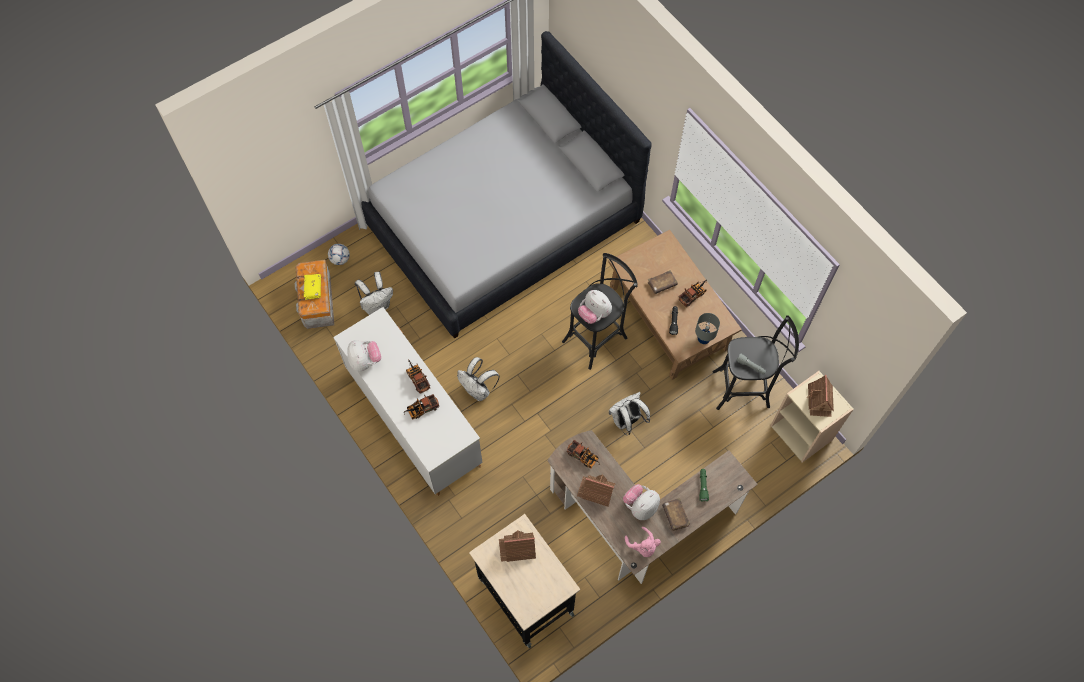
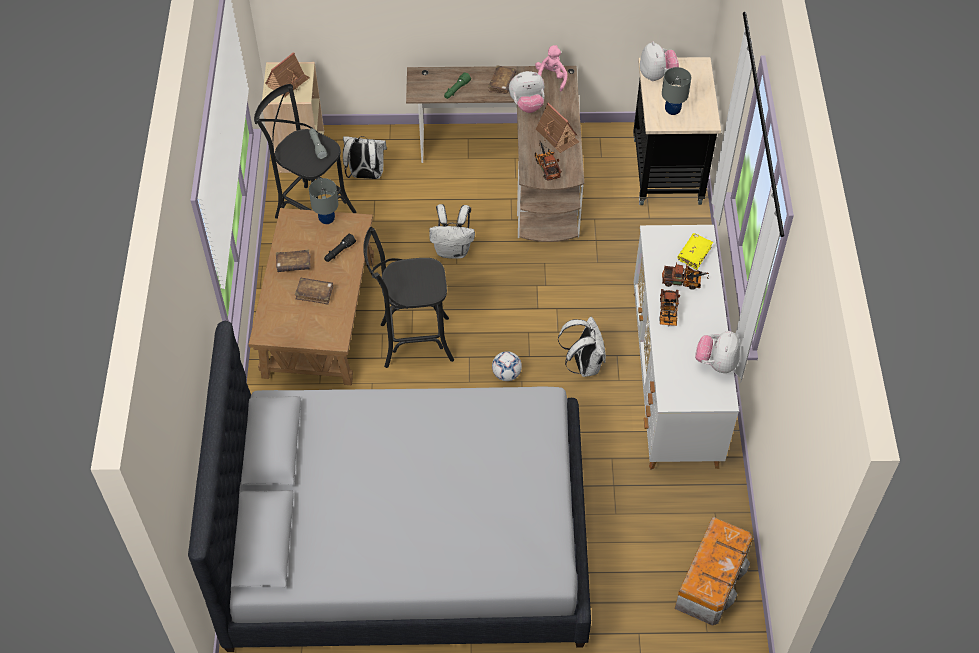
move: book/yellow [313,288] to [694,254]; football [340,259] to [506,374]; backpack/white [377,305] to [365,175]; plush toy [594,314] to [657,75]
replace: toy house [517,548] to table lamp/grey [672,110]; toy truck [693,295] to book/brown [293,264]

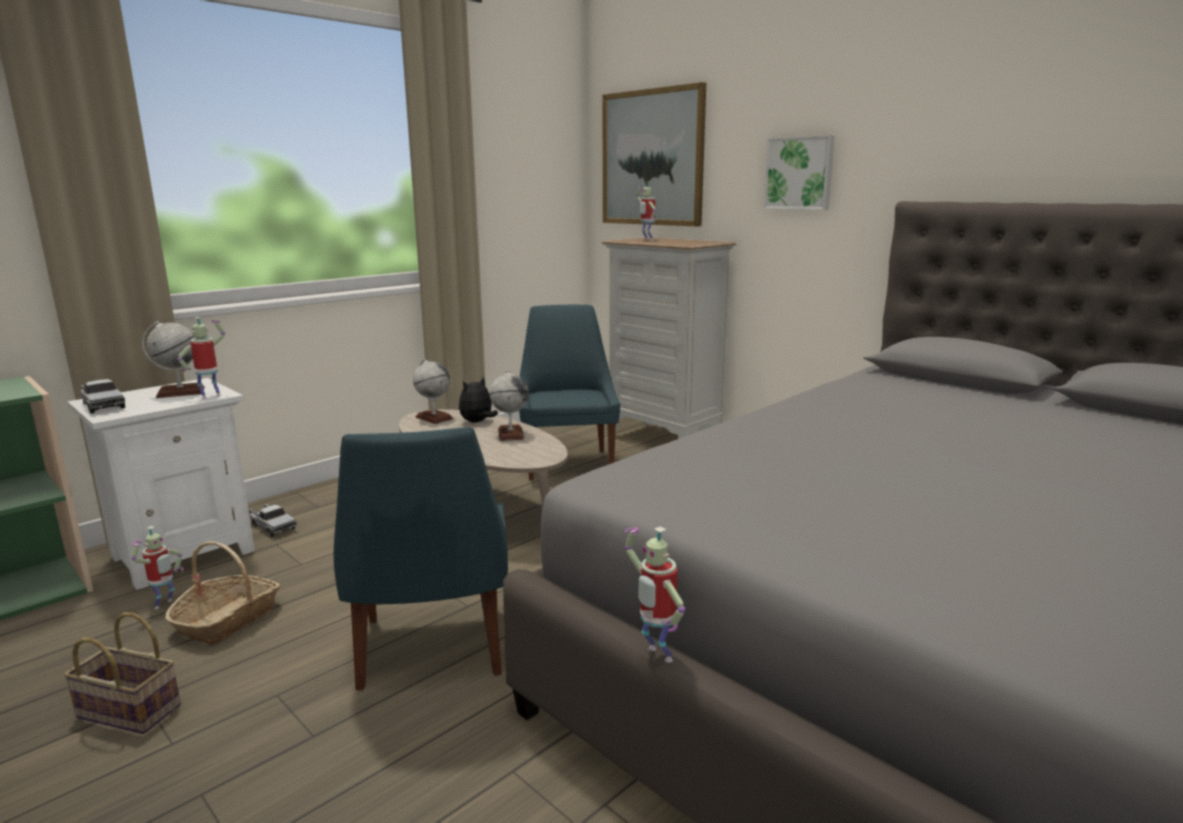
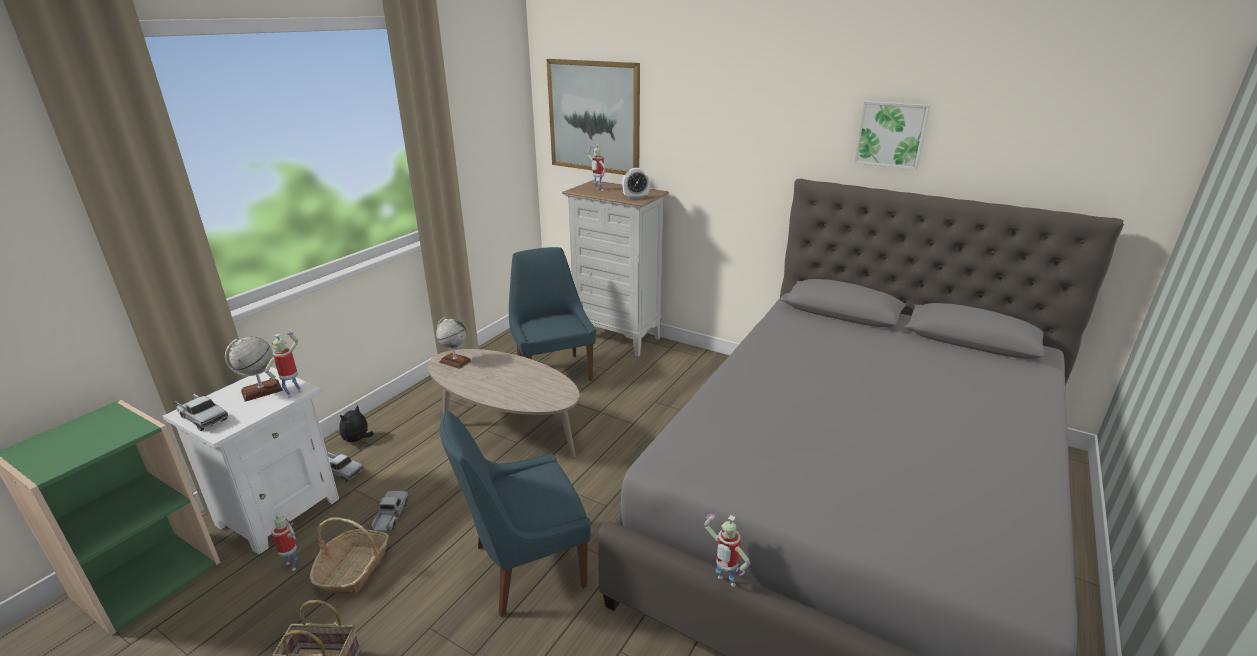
delete: globe [510,434]
insert: toy truck [390,516]; alarm clock [635,197]
move: plush toy [477,422] to [357,440]; picture [799,173] to [891,134]
rotate: toy robot [165,605] = [293,565] 60 degrees counterclockwise; chair/blue [431,650] = [525,567] 90 degrees clockwise

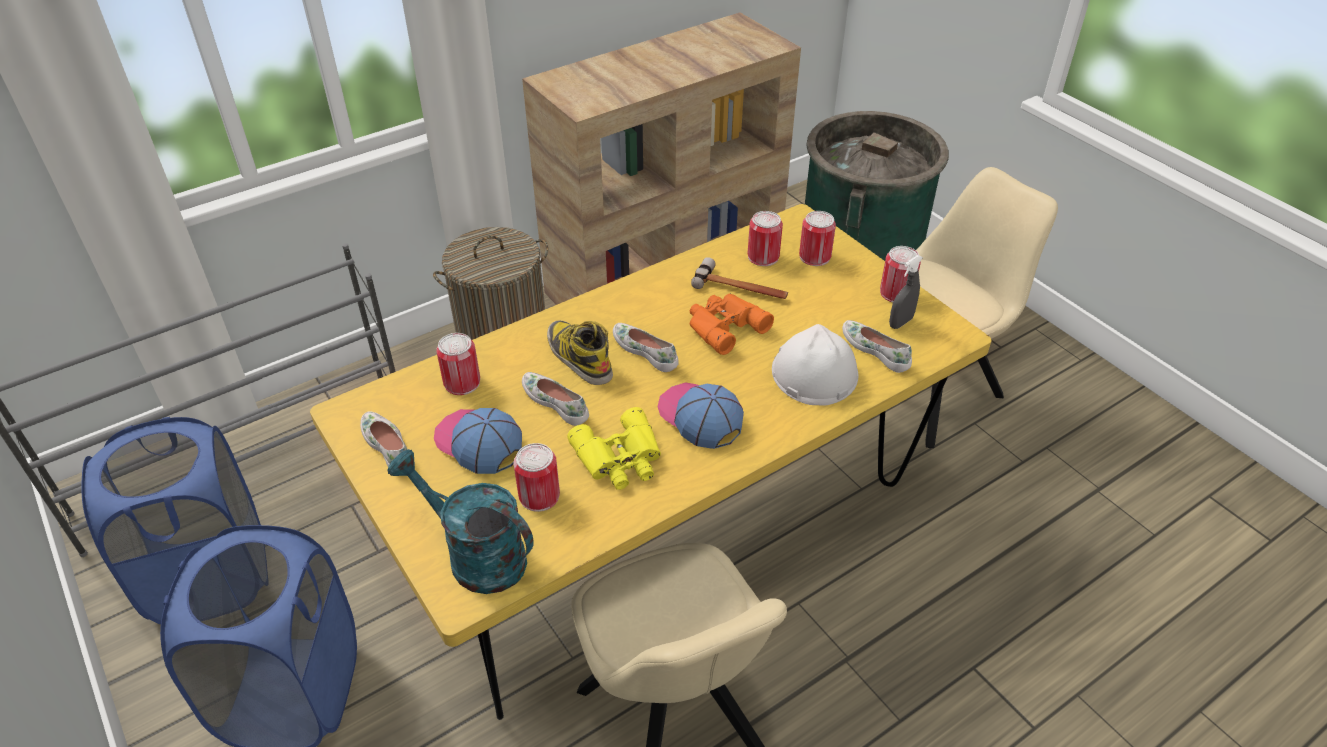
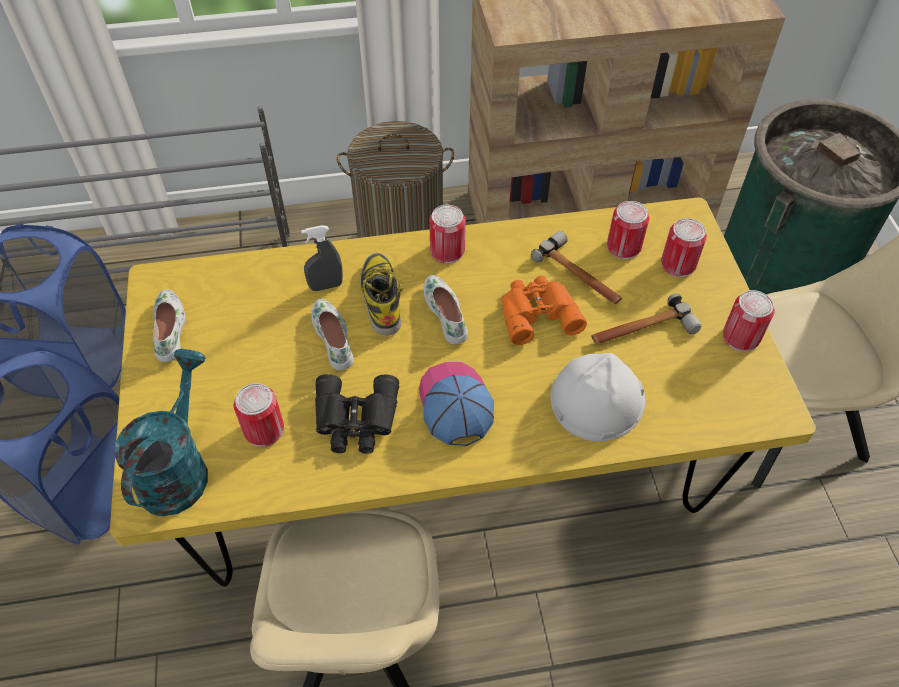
delete: cap [478,443]; shoe/white [876,350]
insert: hammer [641,330]
move: can [462,382] to [447,251]; spray bottle/grey [900,322] to [326,286]
recolor: binoculars/yellow [620,459] to binoculars/black [356,420]
rotate: watering can/turquoise [475,555] = [178,467] 45 degrees clockwise

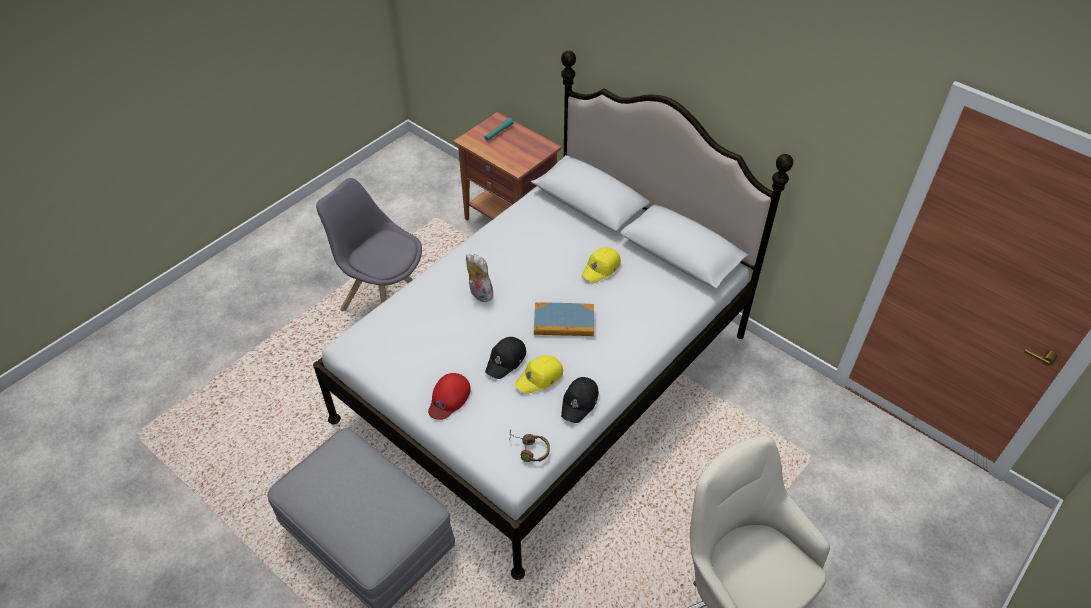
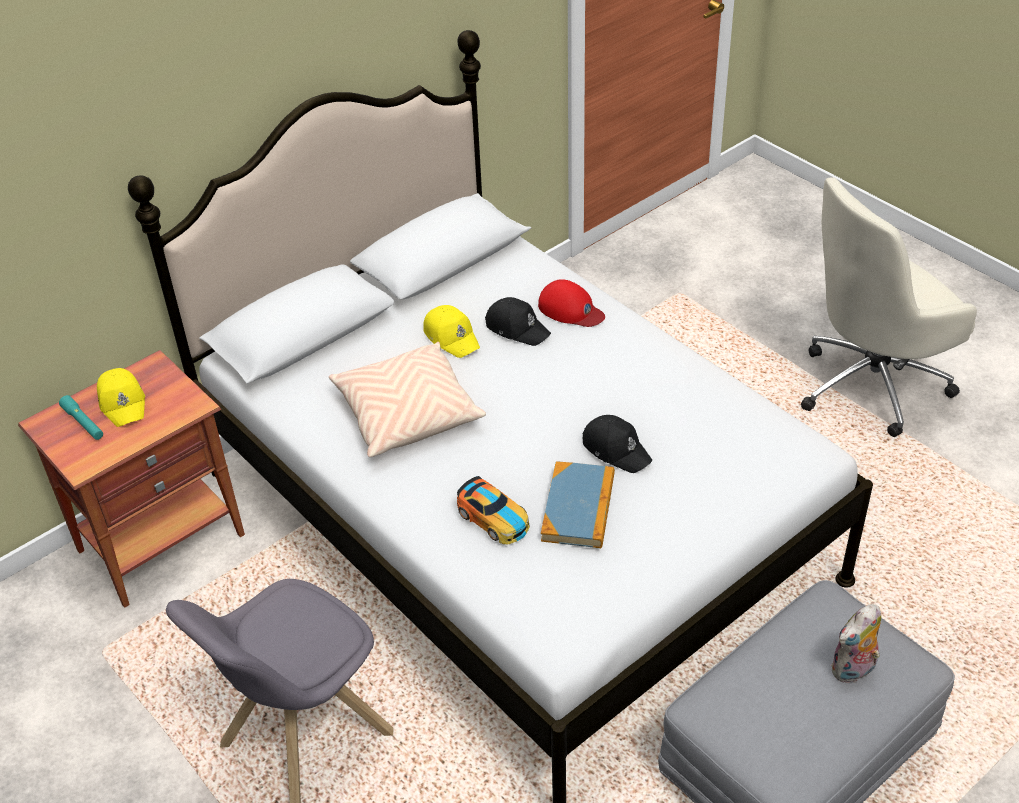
delete: headphones/brown [529,449]
insert: pillow/beige [407,413]; toy car [494,518]
move: cap/red [449,398] to [570,309]; plush toy [479,294] to [853,671]; cap/yellow [540,378] to [123,402]; book [564,322] to [578,508]; cap/black [580,402] to [517,328]

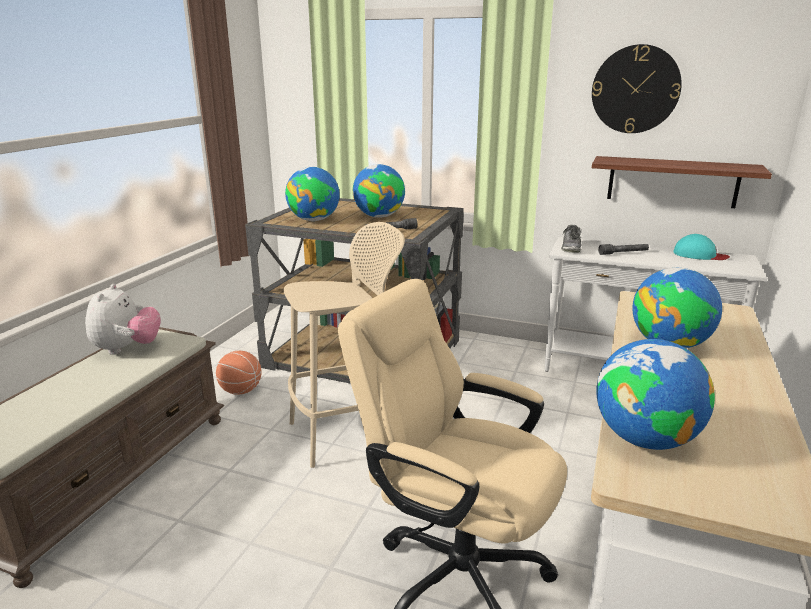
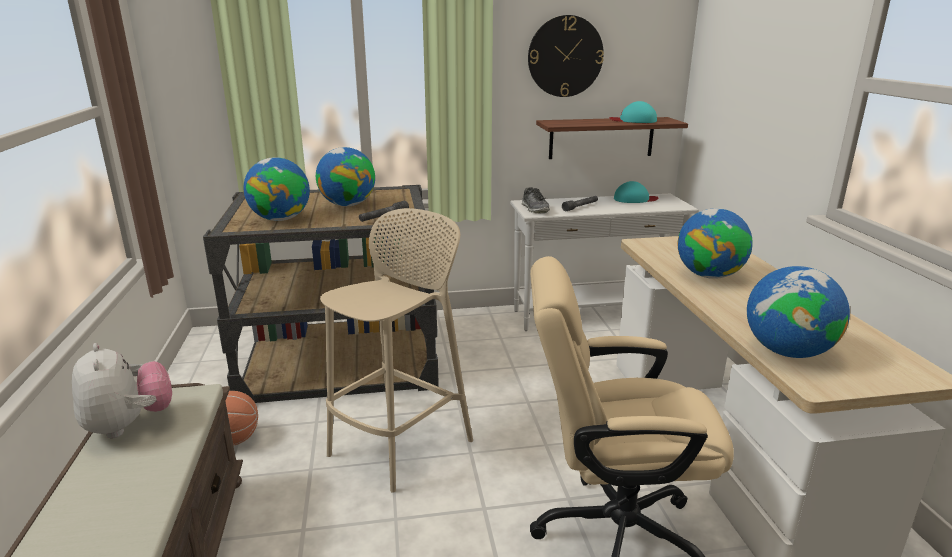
insert: cap/turquoise [633,120]

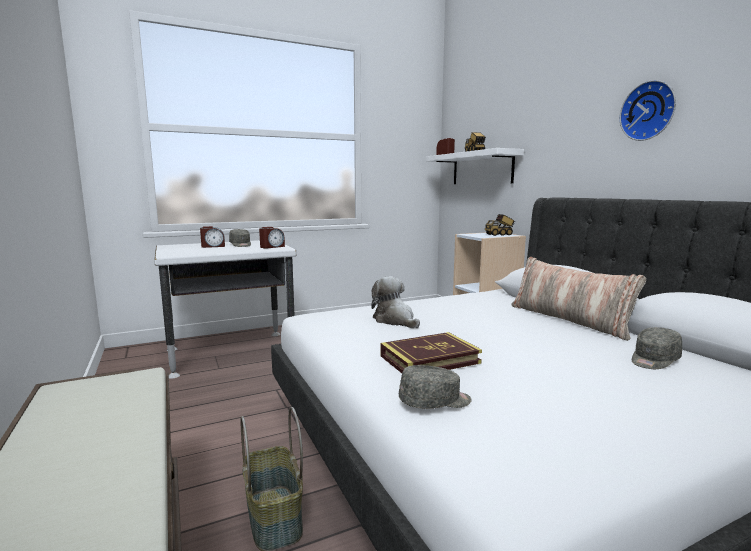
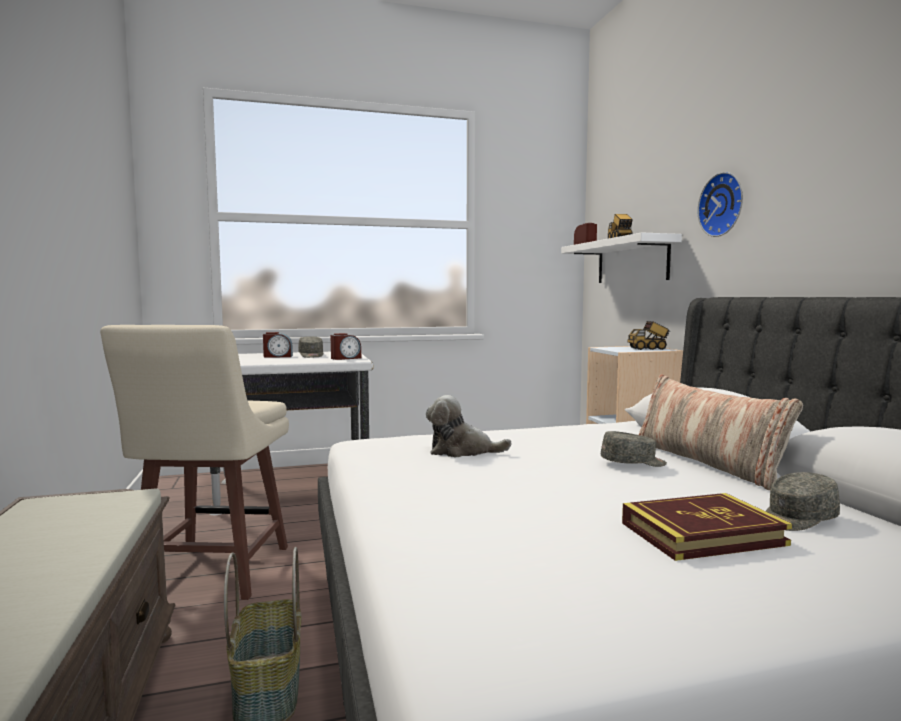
insert: stool/beige [212,572]
move: book [429,359] to [702,534]; cap/grey [435,402] to [633,463]; wall clock [649,111] to [723,205]
rotate: plush toy [395,320] = [462,451] 60 degrees counterclockwise

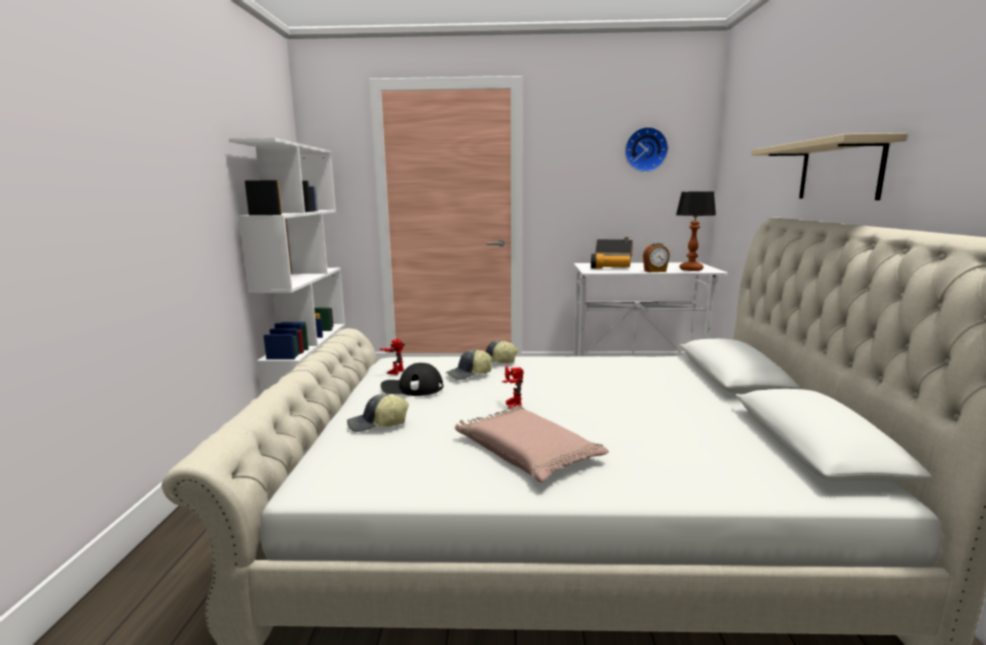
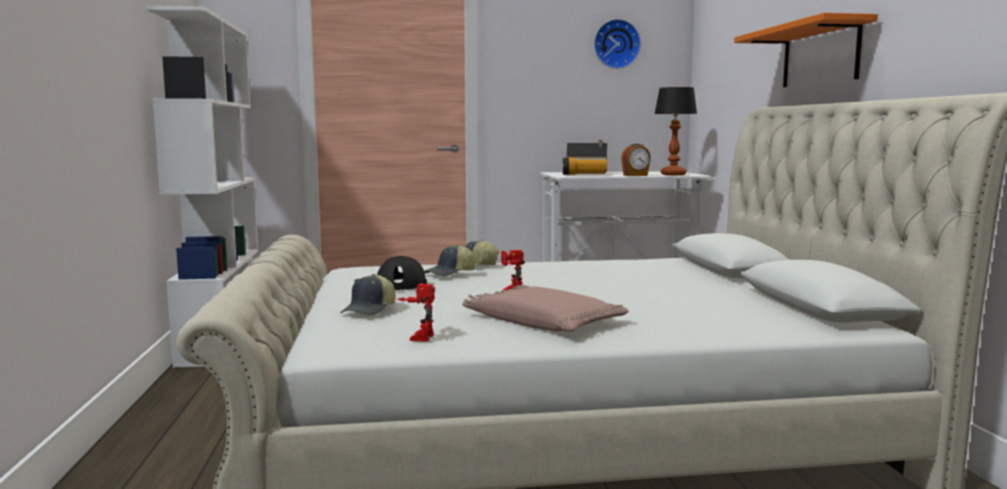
move: toy robot [394,371] to [418,336]
recolor: shelf/beige [839,171] to shelf/orange [820,55]
rotate: cap [377,424] = [370,310] 45 degrees counterclockwise

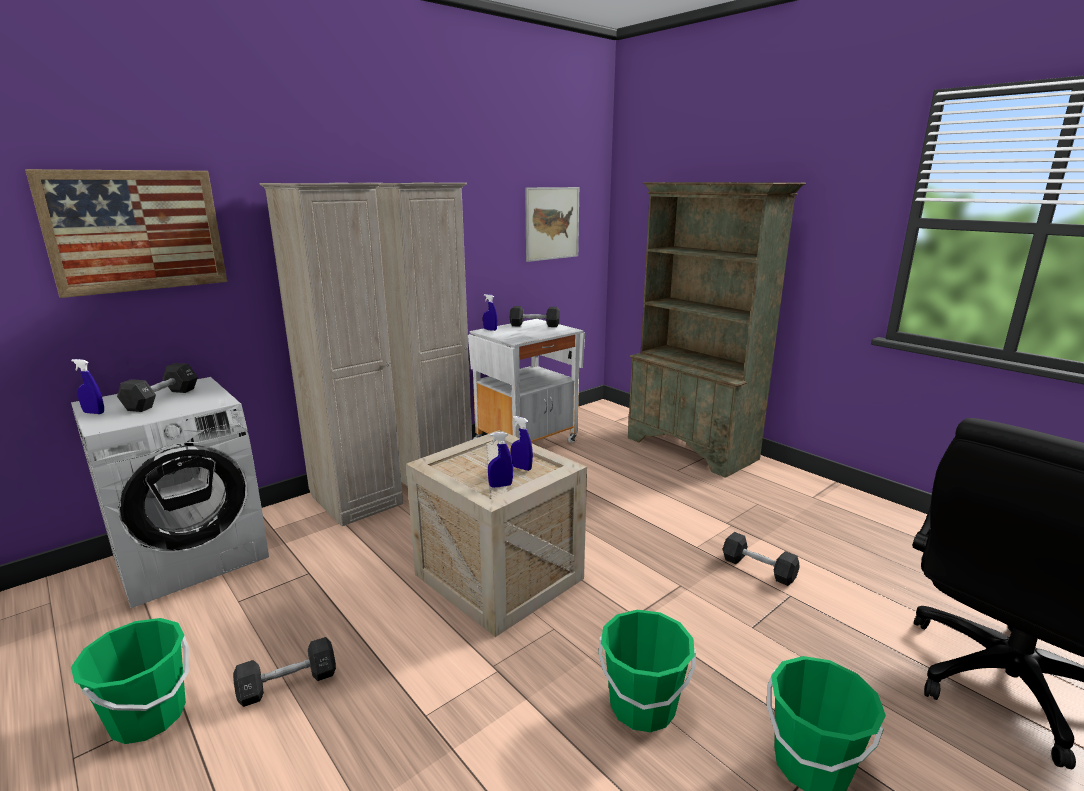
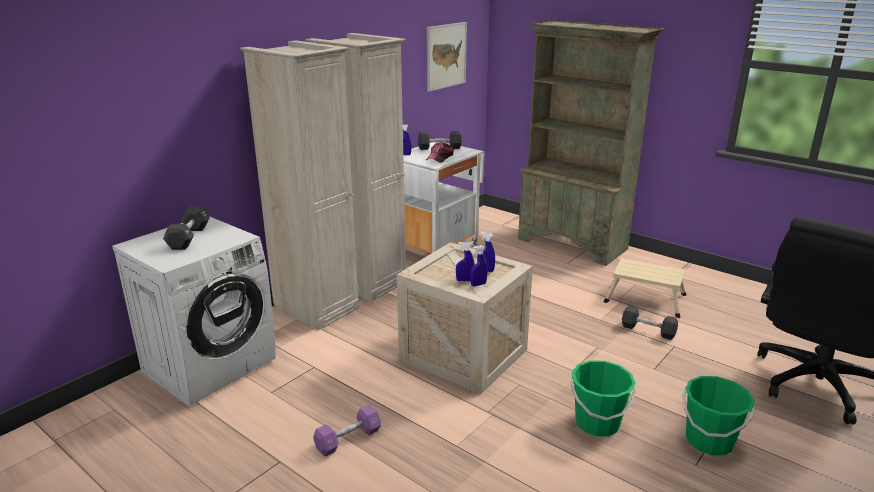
delete: picture [136,231]; bucket/green [148,717]
insert: cap [440,158]; step ladder/beige [644,298]
move: spray bottle/blue [94,413] to [465,280]
recolor: dumbbell/black [288,684] to dumbbell/purple [348,439]

